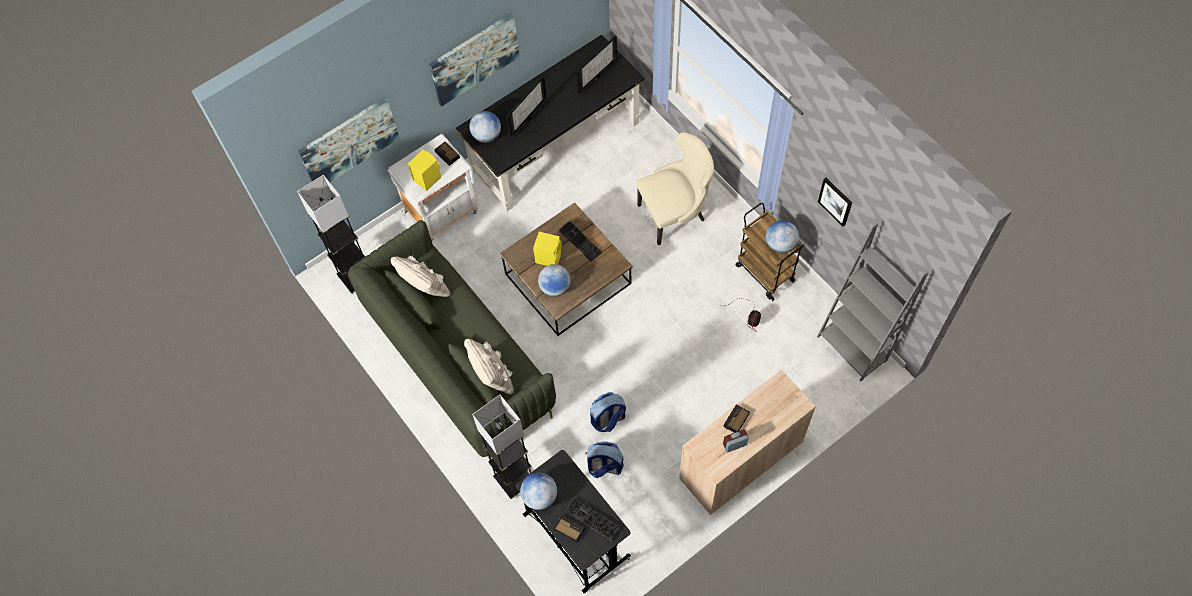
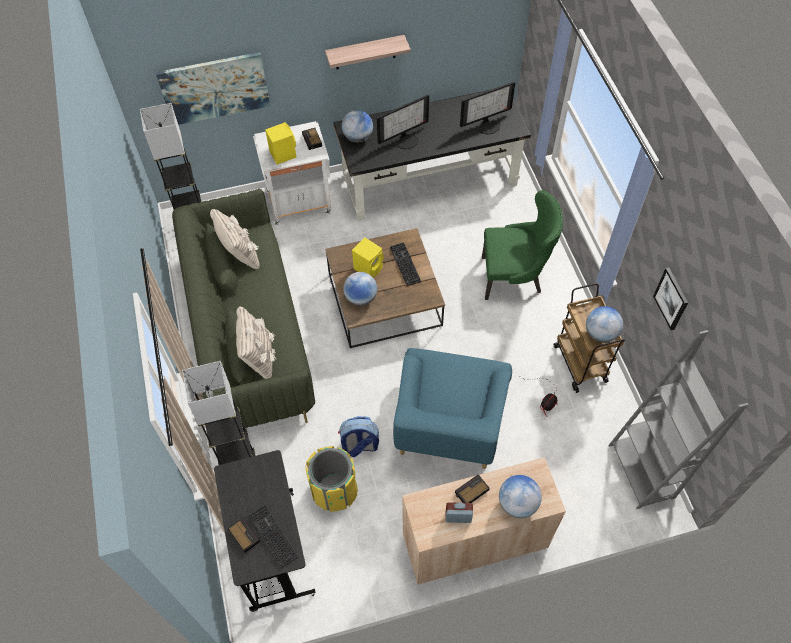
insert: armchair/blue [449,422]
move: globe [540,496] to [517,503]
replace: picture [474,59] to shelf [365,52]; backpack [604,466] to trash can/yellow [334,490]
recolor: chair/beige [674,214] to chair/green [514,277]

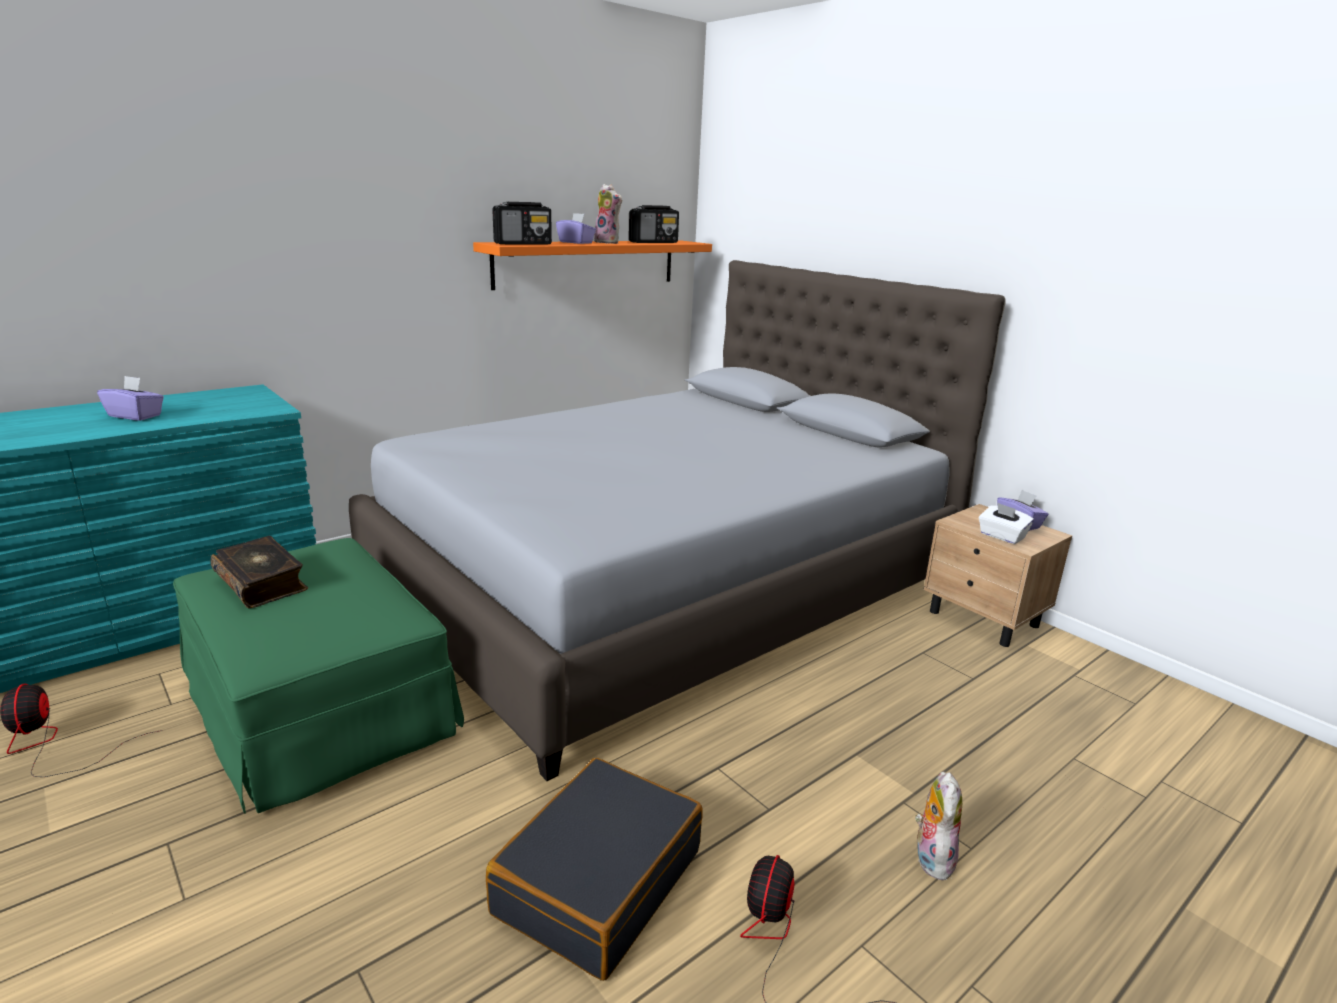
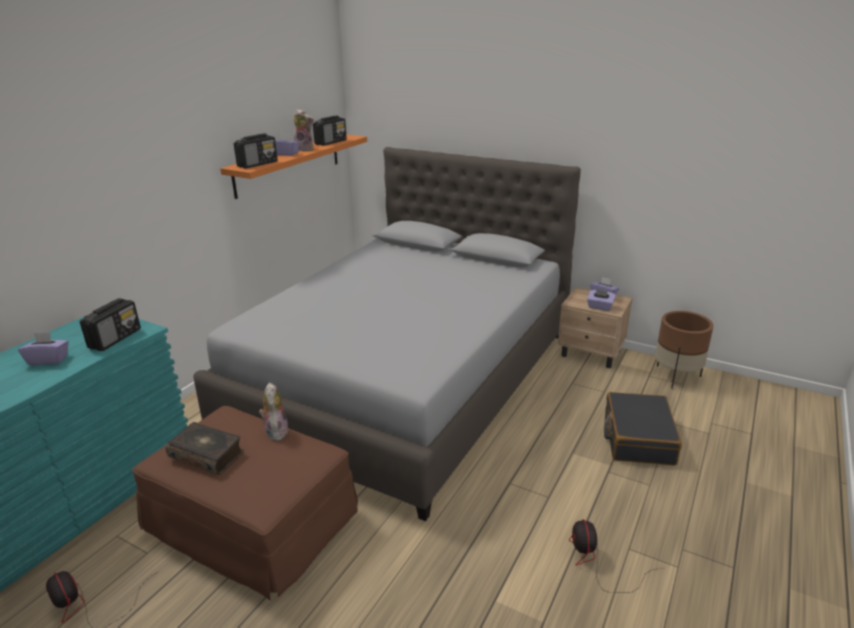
insert: radio [115,338]; planter/brown [676,377]
move: suitcase/black [598,881] to [637,438]; plush toy [931,857] to [275,431]
recolor: ottoman/green [319,709] to ottoman/brown [253,523]; tissue box/white [1001,536] to tissue box/purple [600,307]

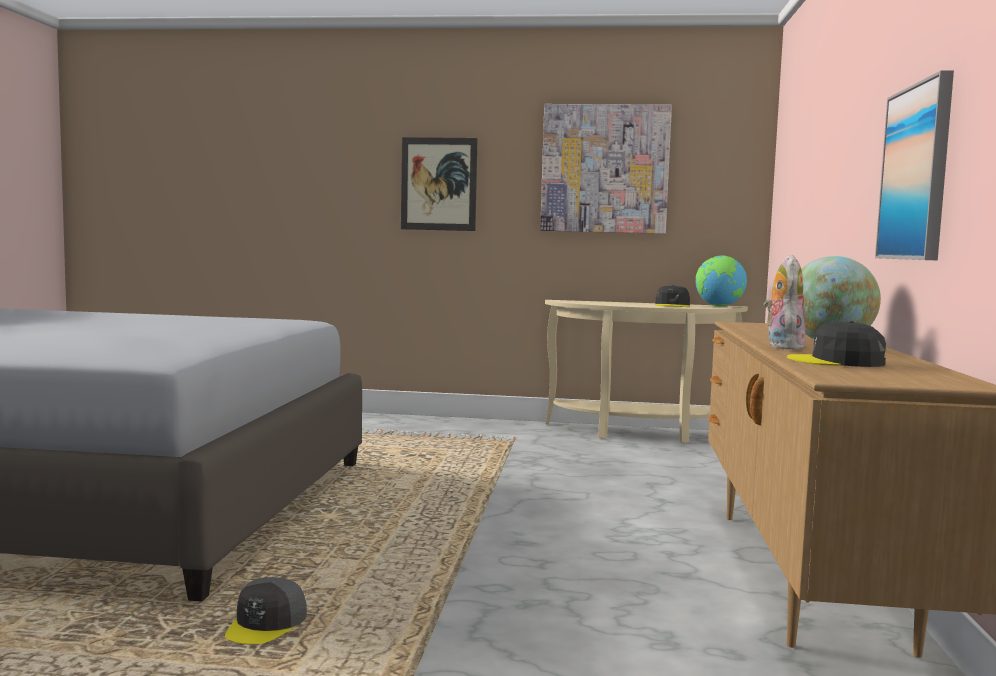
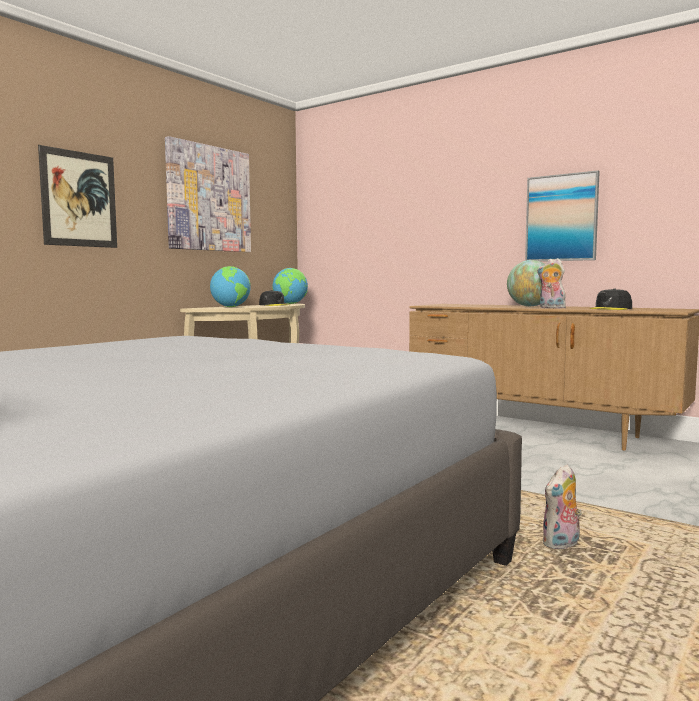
insert: globe [231,307]
replace: cap/grey [266,624] to plush toy [561,545]

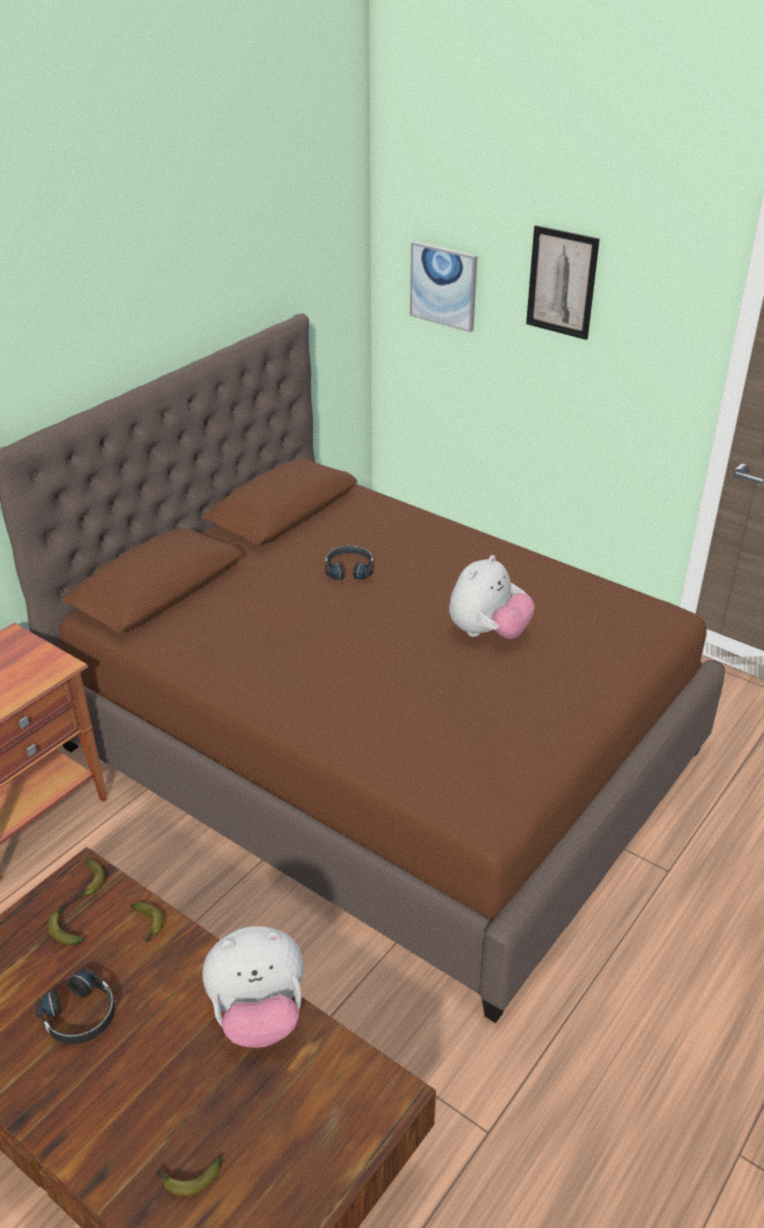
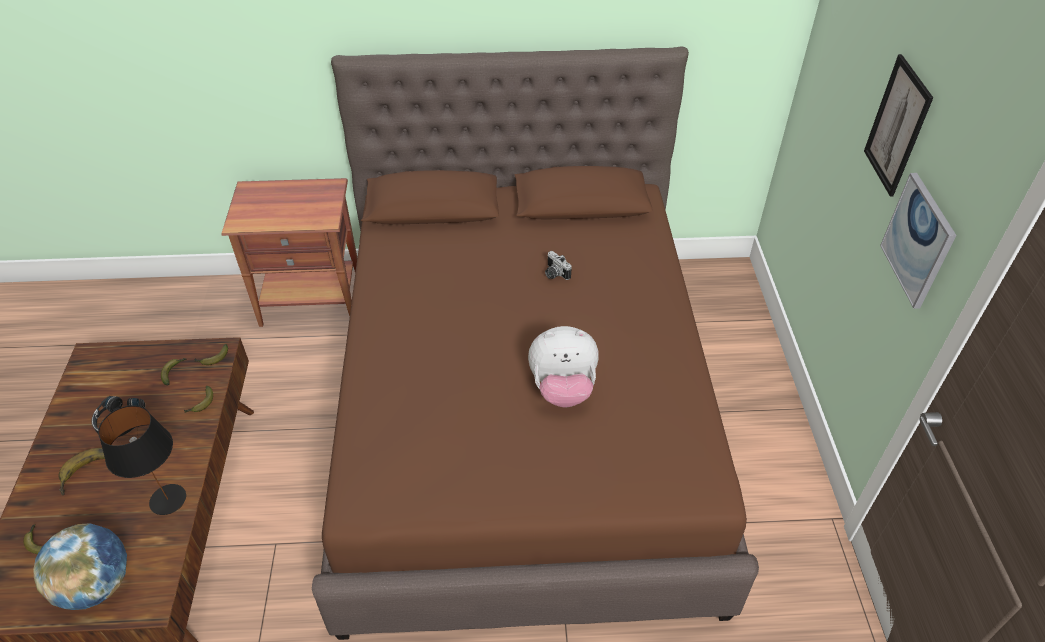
insert: globe [97,584]; banana [90,473]
move: picture [443,285] to [918,240]
replace: plush toy [259,1015] to table lamp/black [168,499]; headphones/black [349,569] to photo camera [554,274]

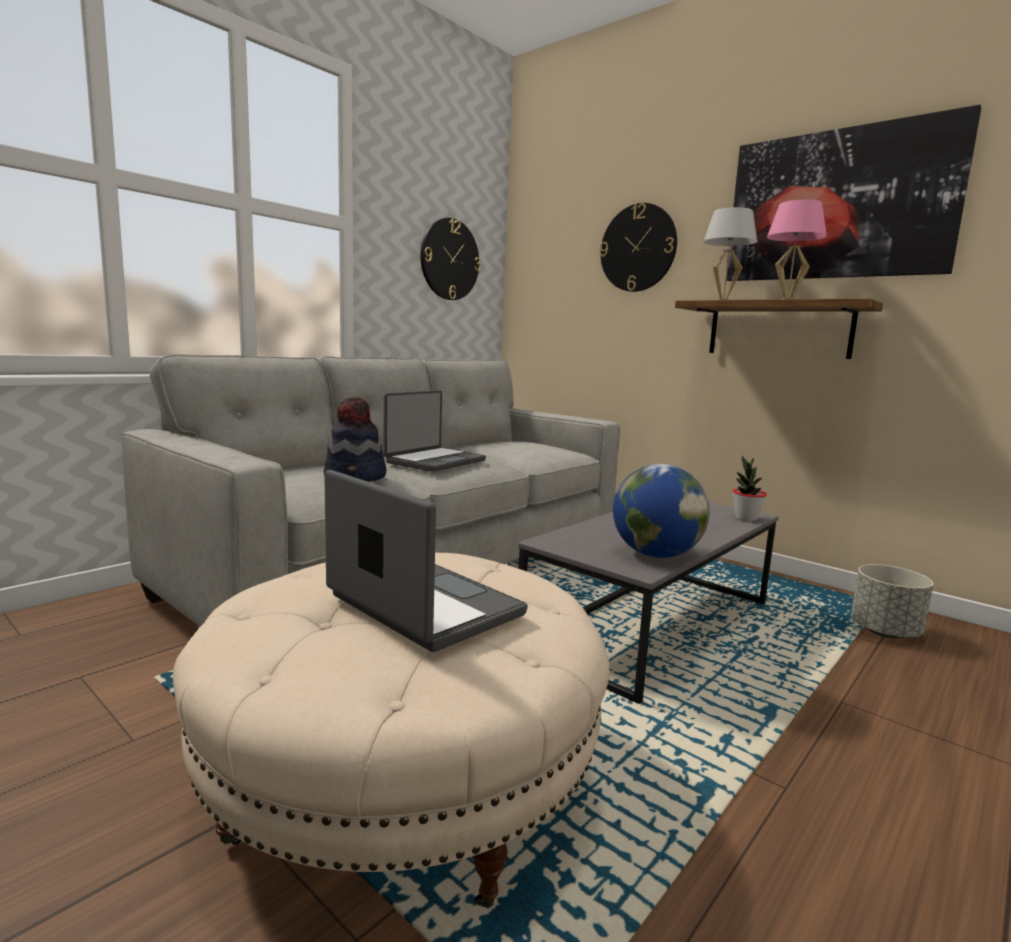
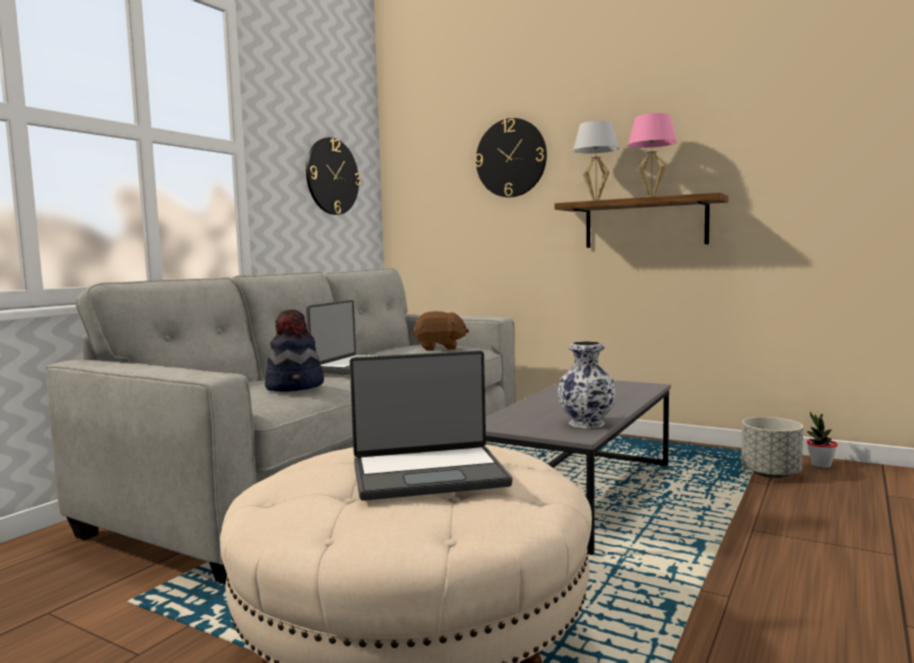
delete: picture [838,205]
insert: plush toy/brown [440,348]
move: potted plant [746,518] to [820,465]
replace: globe [655,555] to vase [585,423]
rotate: laptop [421,606] = [428,474] 135 degrees clockwise

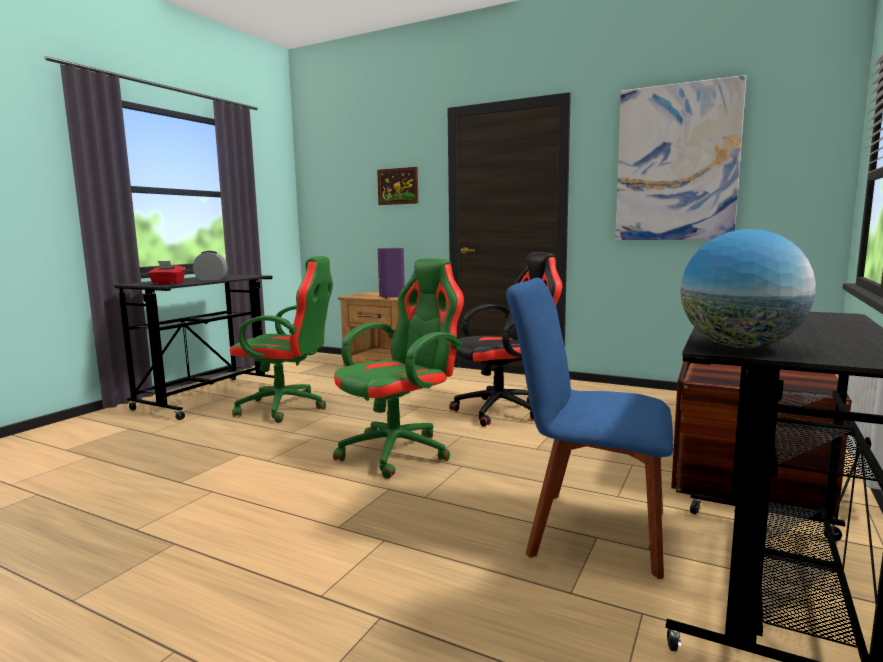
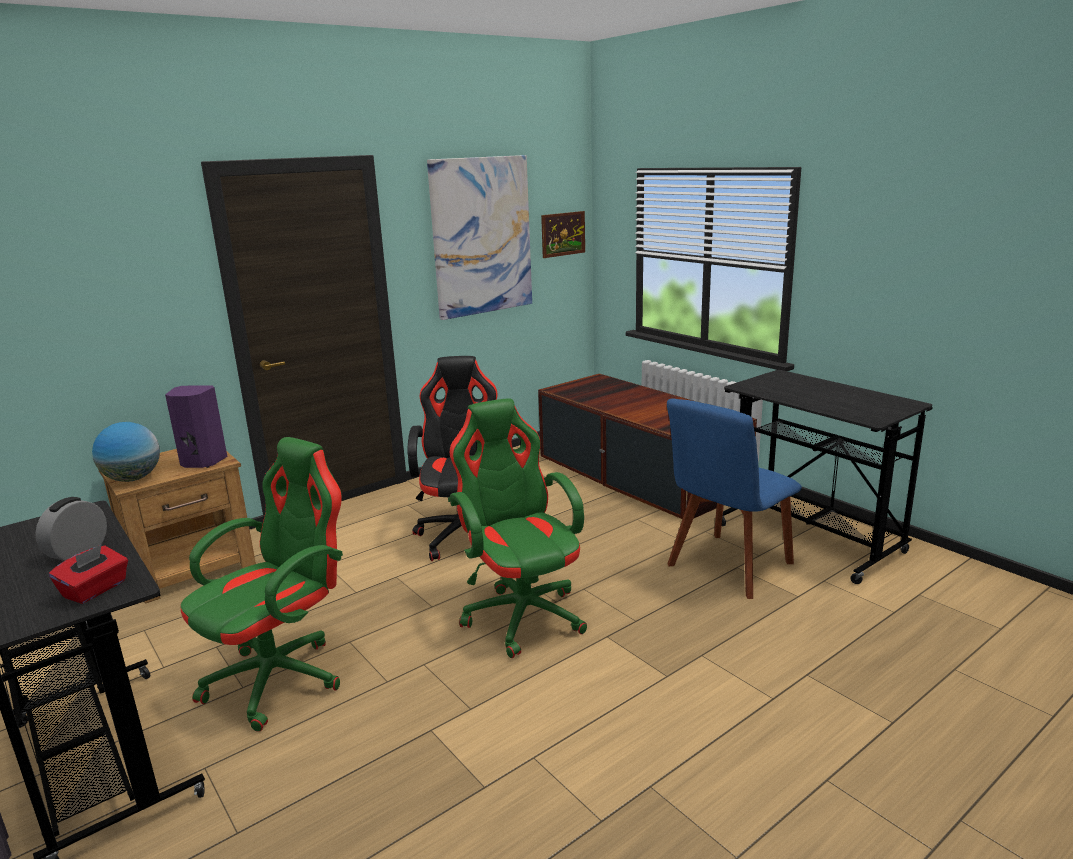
move: picture [398,186] to [563,234]; globe [740,347] to [133,479]

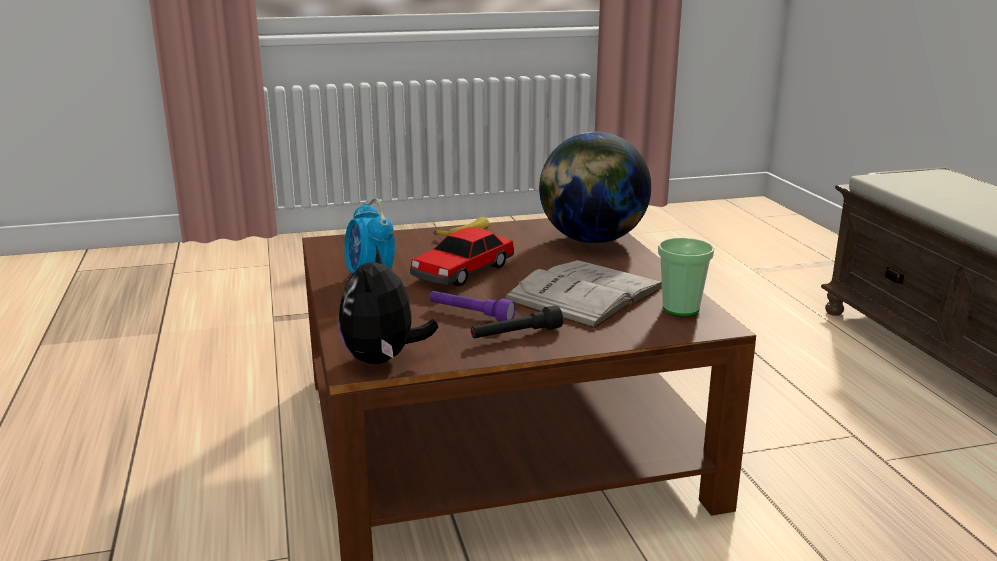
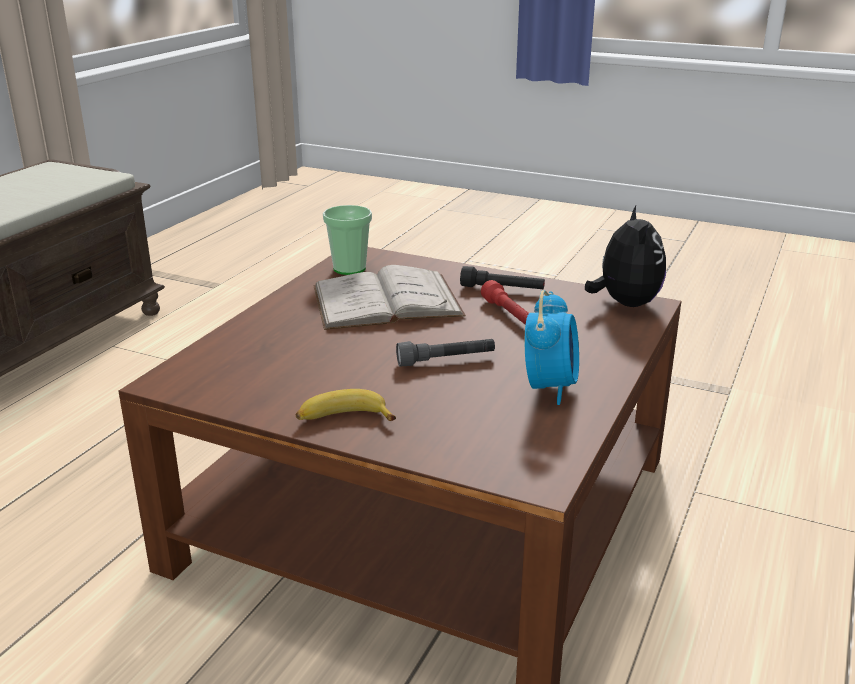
delete: globe [592,240]
replace: toy car [462,272] to flashlight/grey [446,360]
recolor: flashlight/purple [471,314] to flashlight/red [509,315]
rotate: plush toy [383,359] = [624,303] 45 degrees counterclockwise

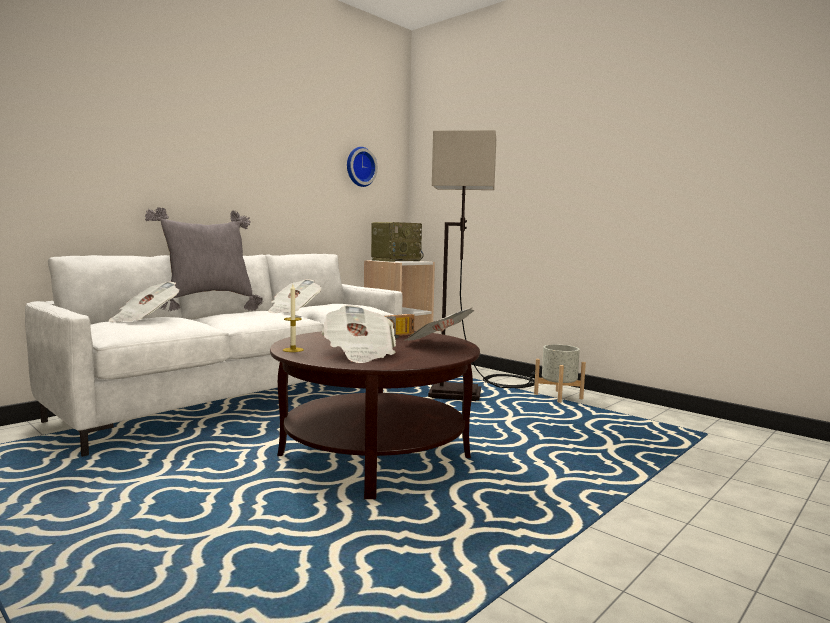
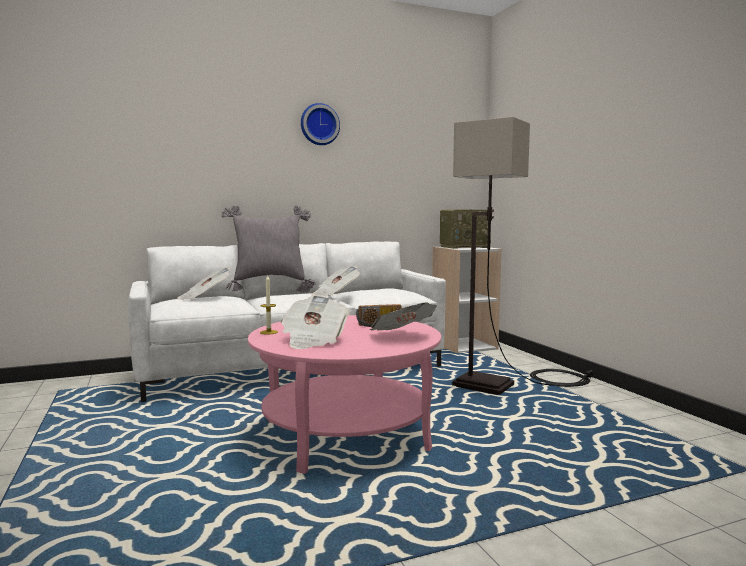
delete: planter/grey [558,397]
move: wall clock [359,167] to [319,124]
recolor: coffee table/brown [374,456] to coffee table/pink [346,435]

